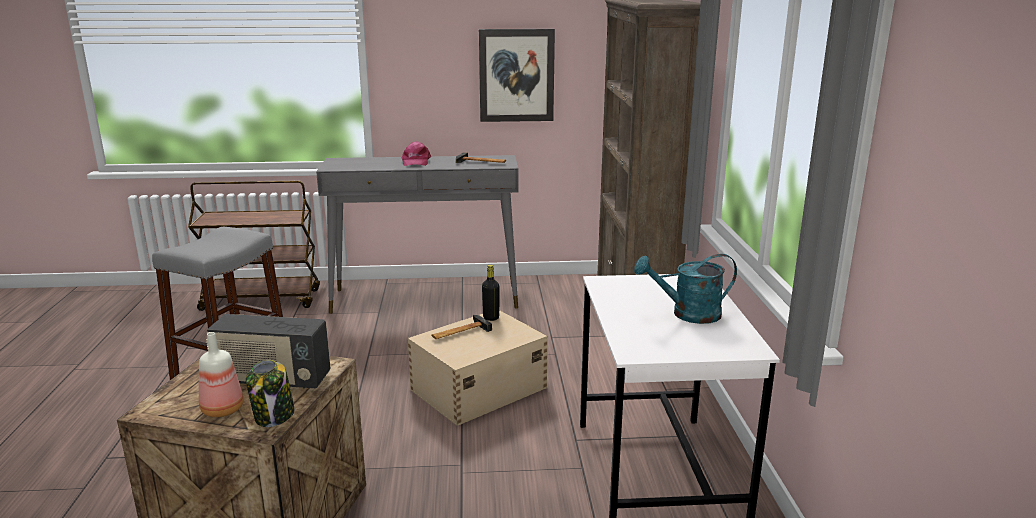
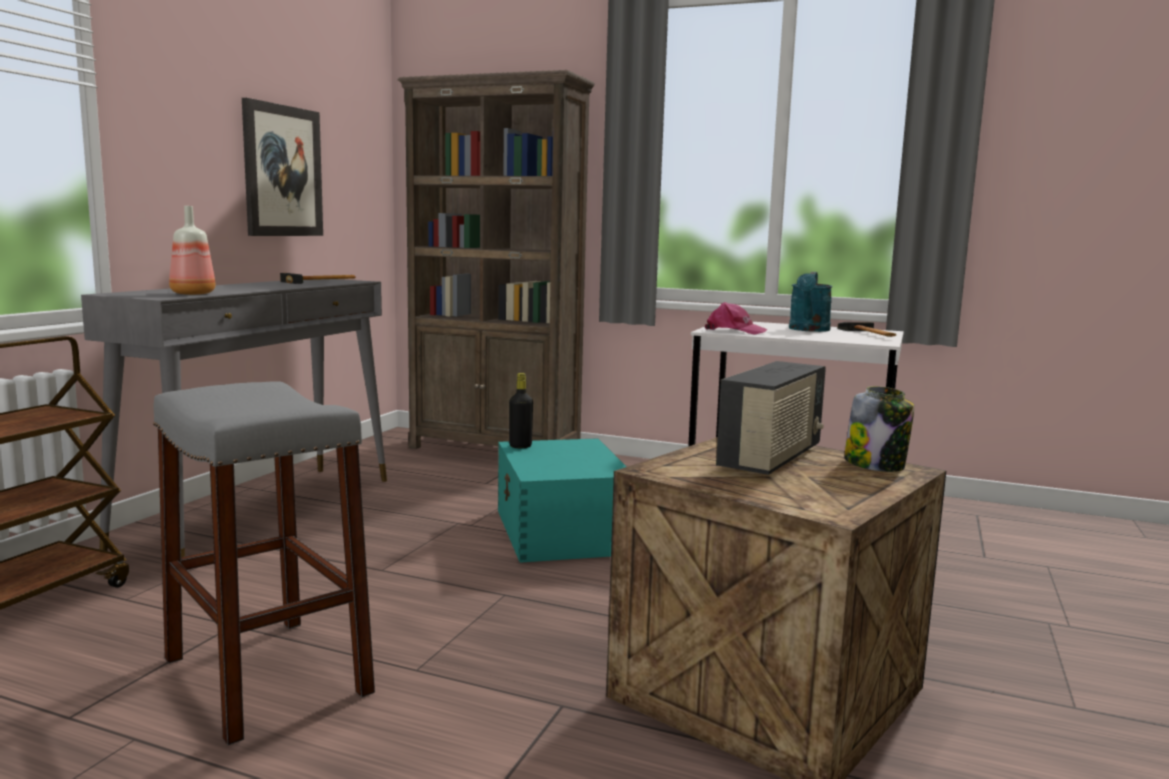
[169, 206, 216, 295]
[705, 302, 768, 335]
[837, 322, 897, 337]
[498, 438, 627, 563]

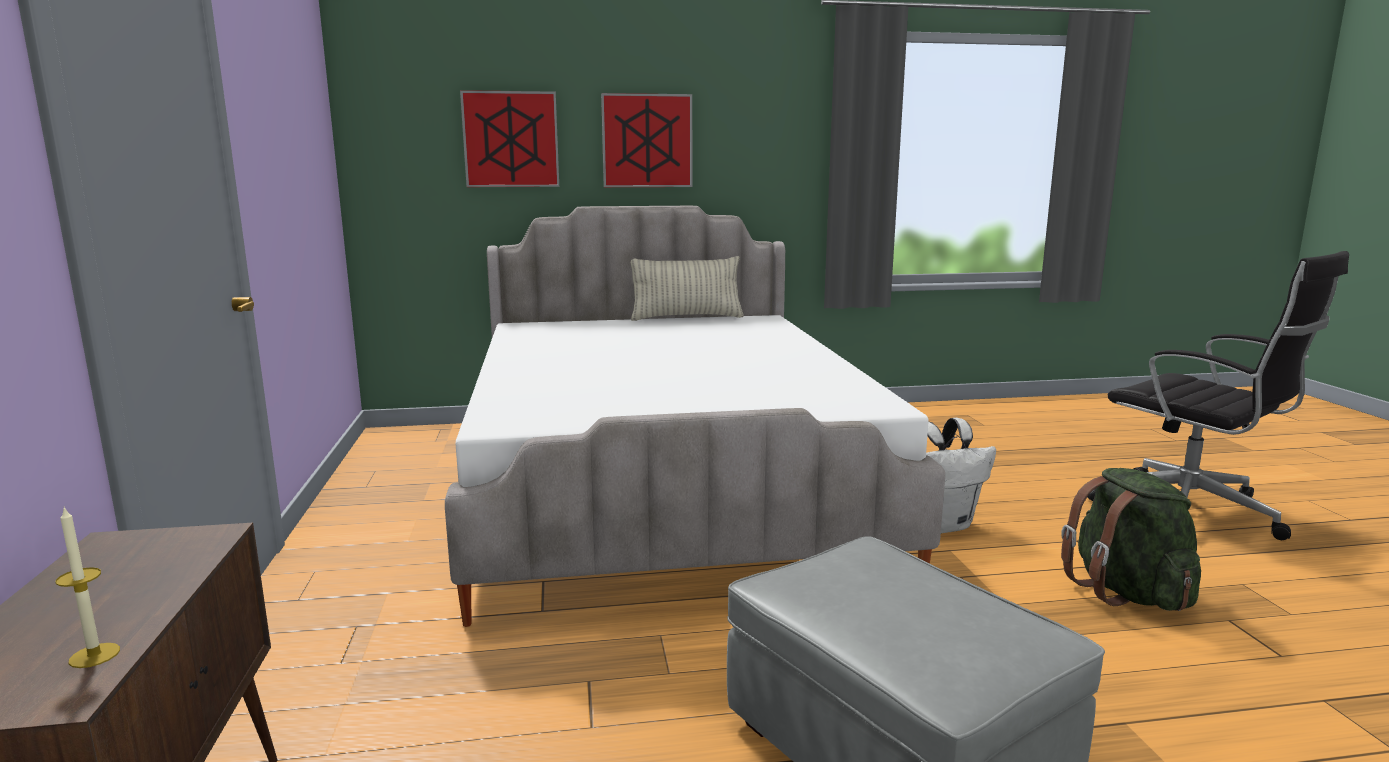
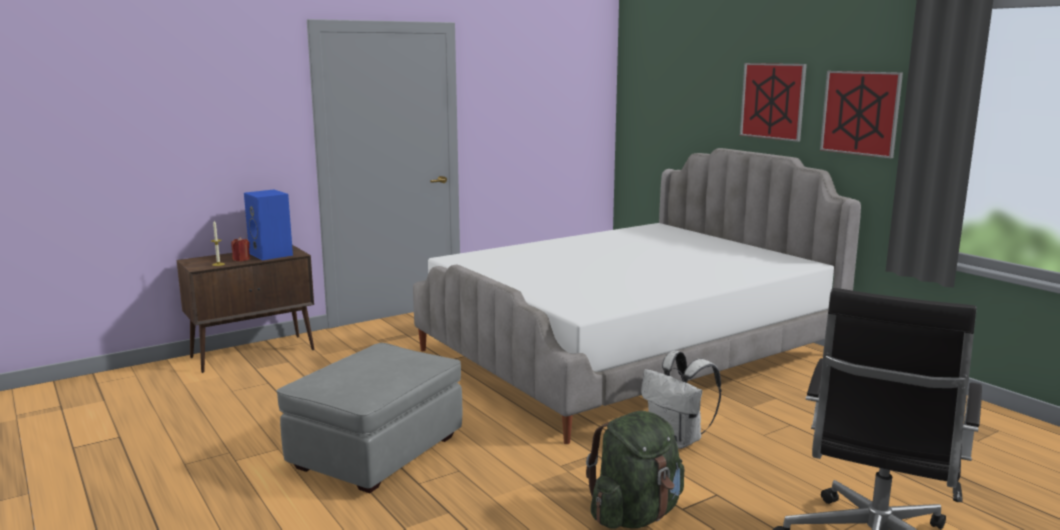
[631, 256, 744, 321] (first image)
[231, 237, 250, 261]
[244, 190, 293, 260]
[820, 71, 903, 158]

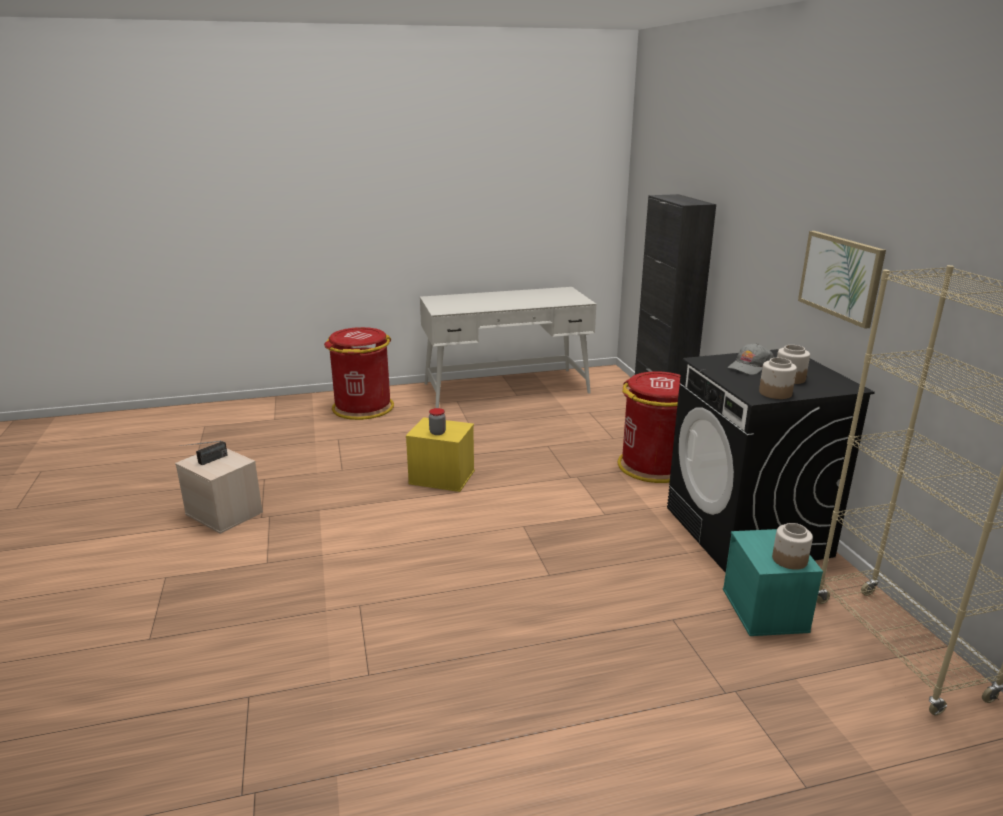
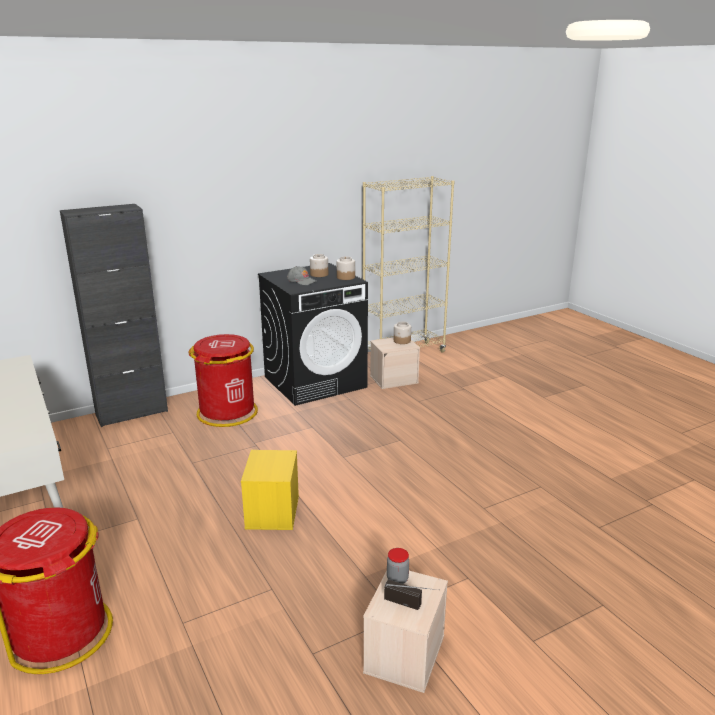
[798, 231, 886, 329] (first image)
[387, 548, 409, 584]
[370, 338, 420, 389]

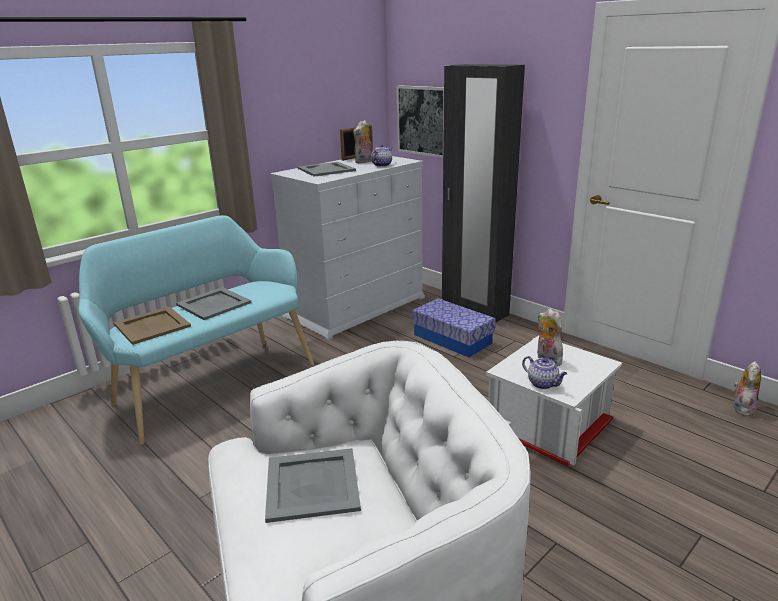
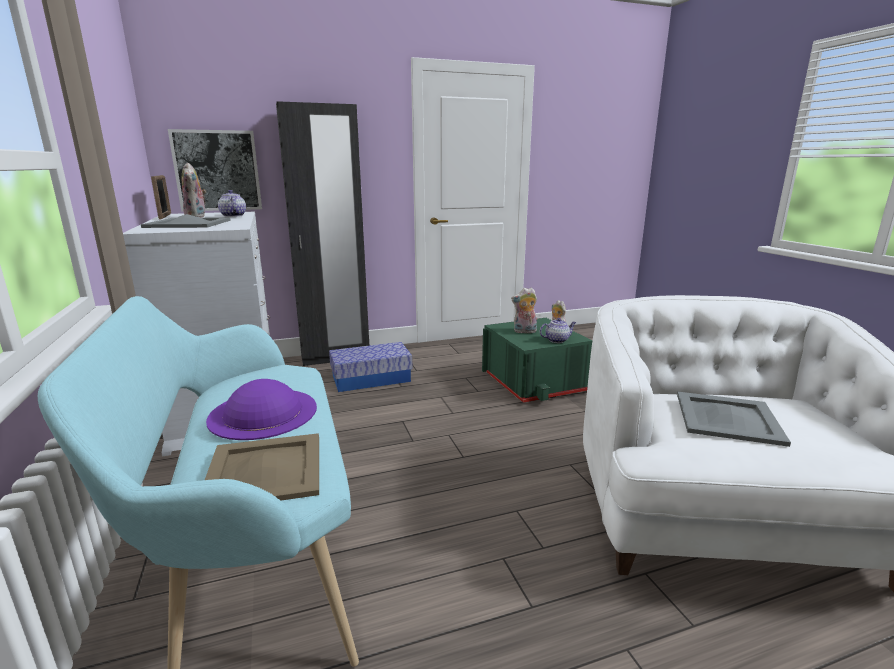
[206, 379, 317, 440]
[482, 318, 592, 403]

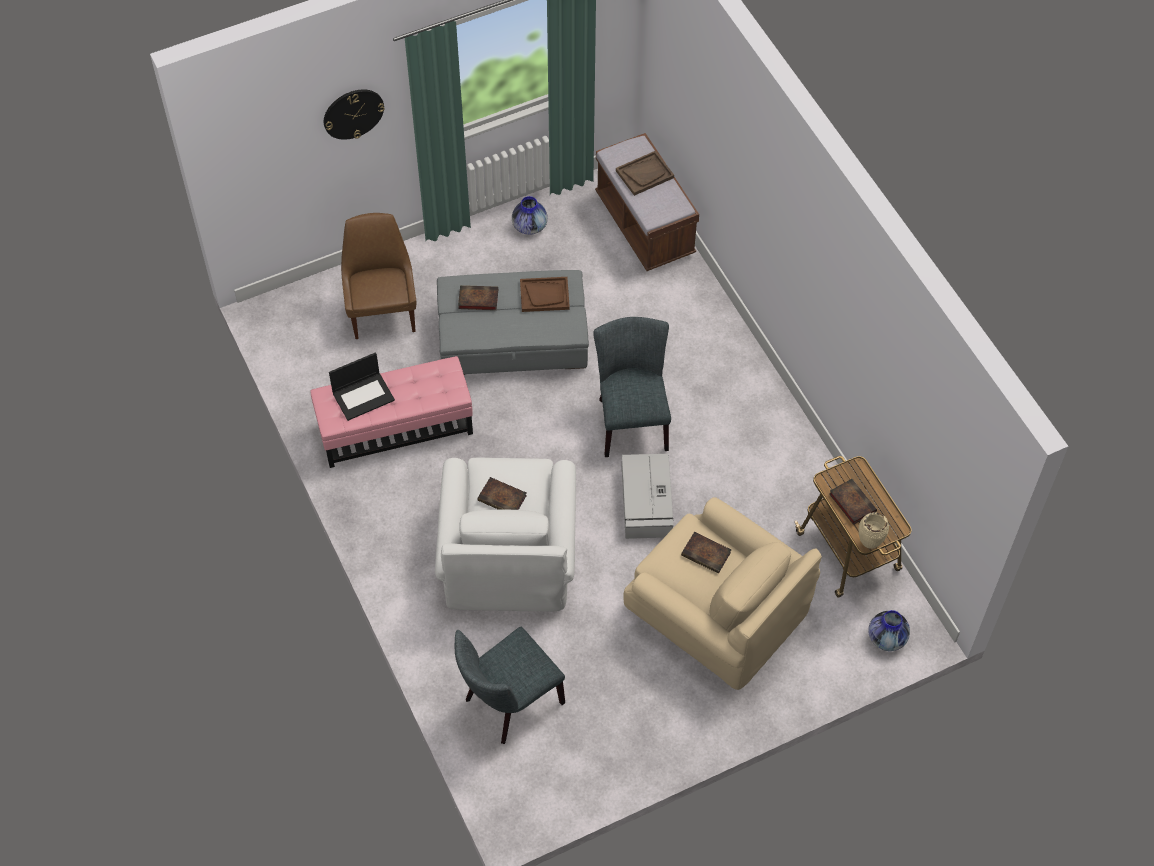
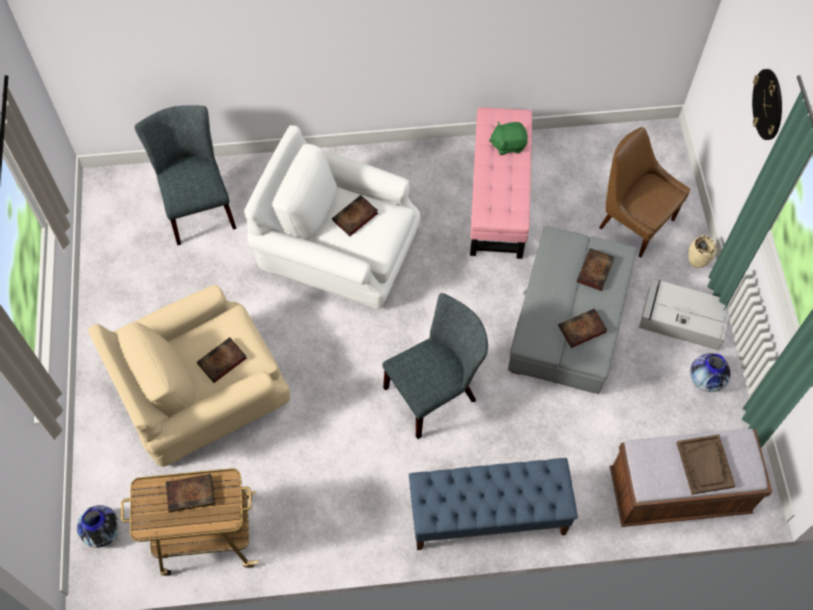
[409, 458, 578, 550]
[639, 278, 730, 350]
[688, 235, 716, 268]
[489, 122, 528, 155]
[558, 308, 607, 348]
[599, 127, 690, 258]
[382, 293, 488, 439]

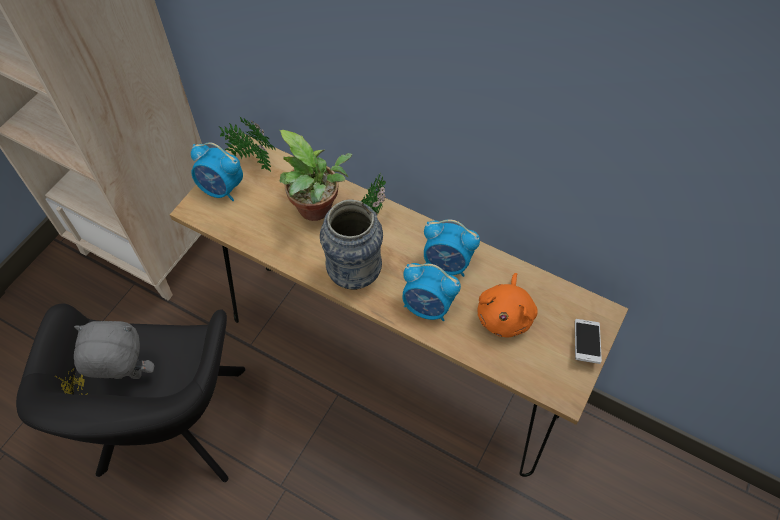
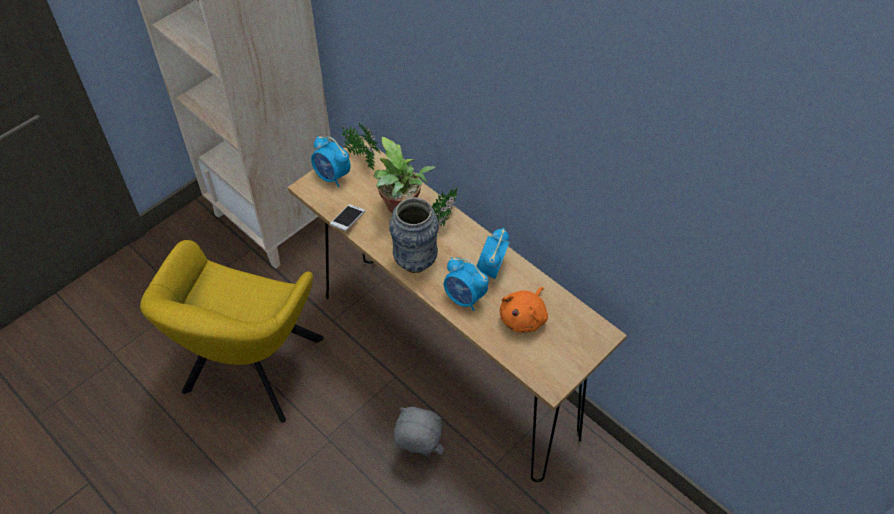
[394, 407, 444, 456]
[330, 204, 365, 231]
[140, 240, 324, 423]
[477, 228, 509, 279]

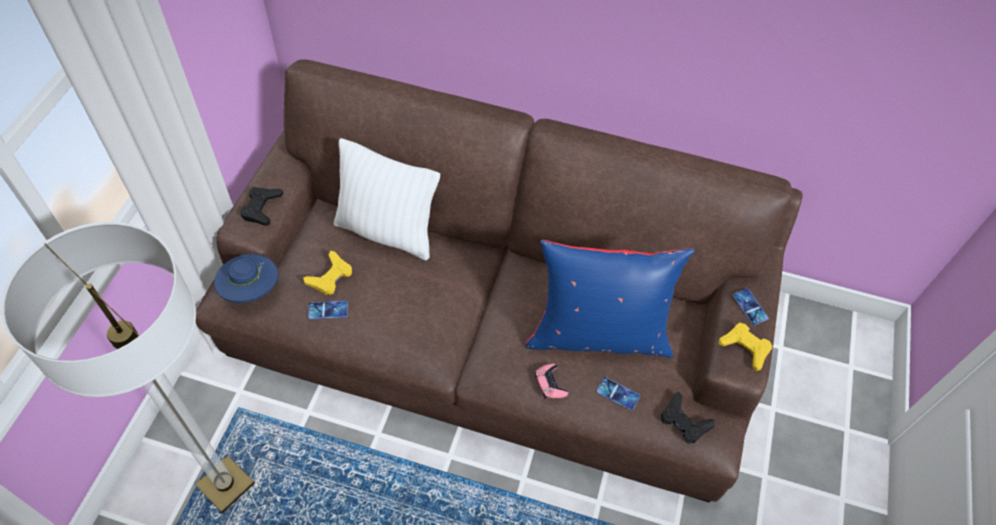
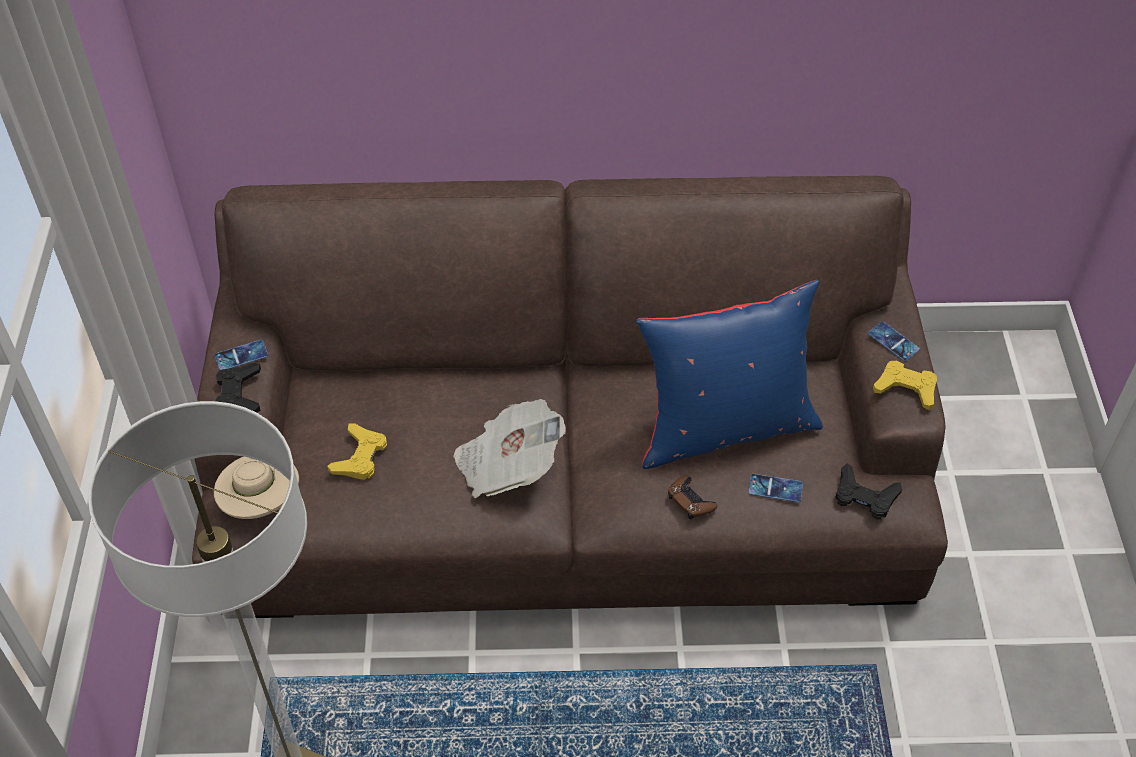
[334, 138, 440, 261] (first image)
[453, 399, 566, 498]
[215, 340, 268, 370]
[214, 457, 299, 519]
[668, 476, 717, 520]

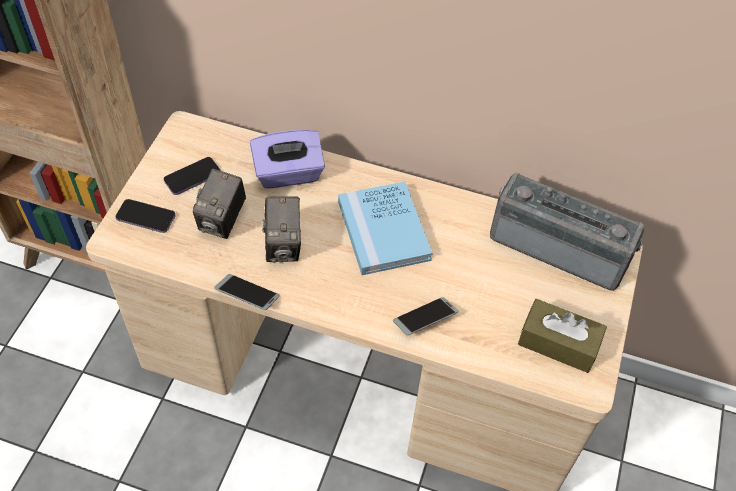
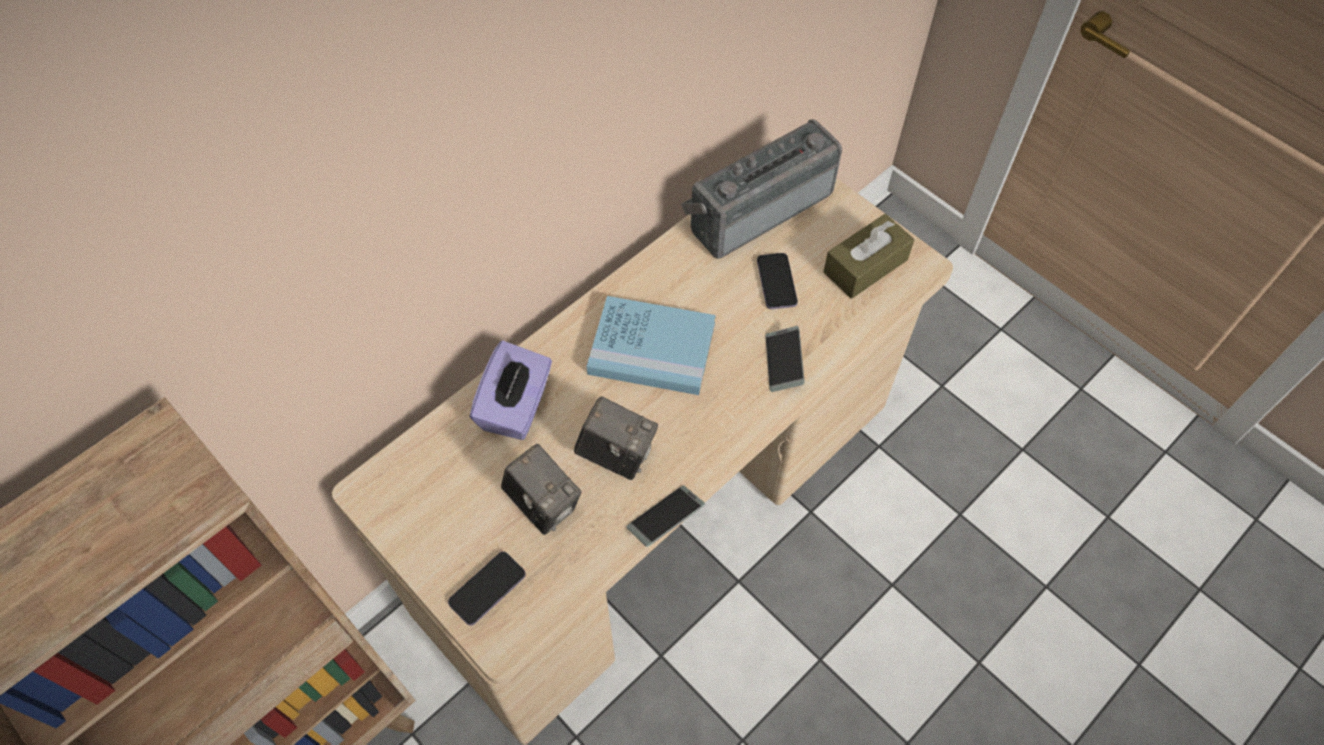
[757, 253, 798, 309]

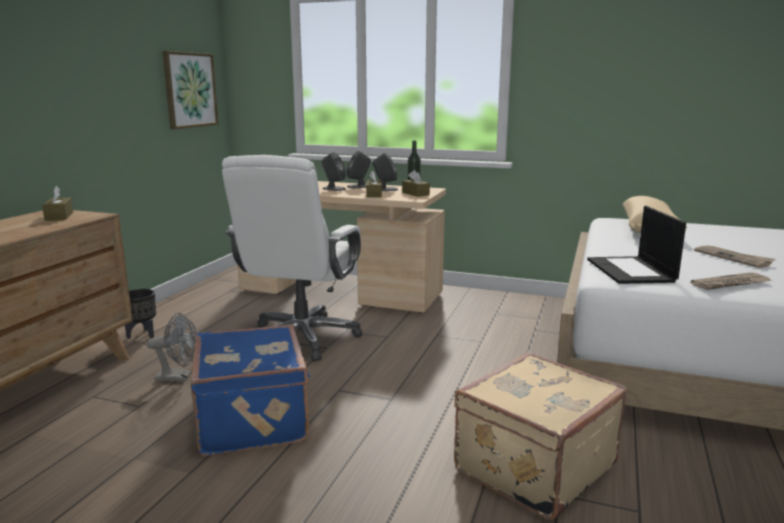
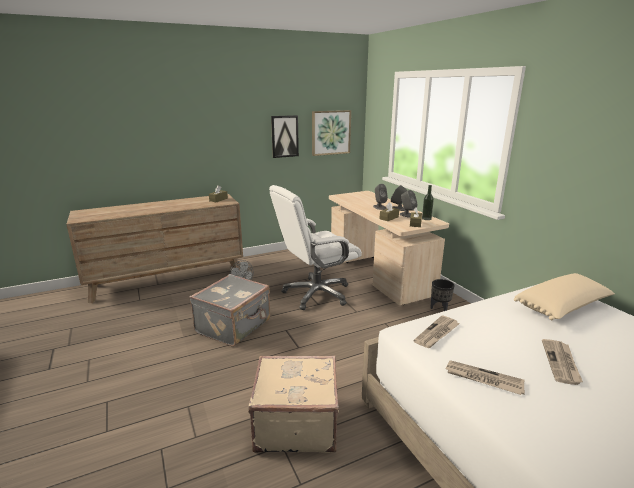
[271, 115, 299, 158]
[430, 279, 454, 311]
[413, 315, 460, 348]
[189, 274, 270, 347]

